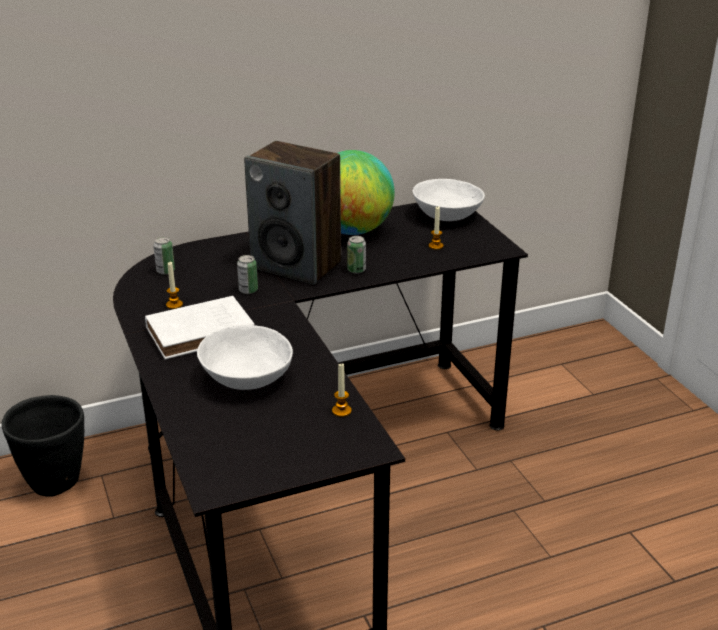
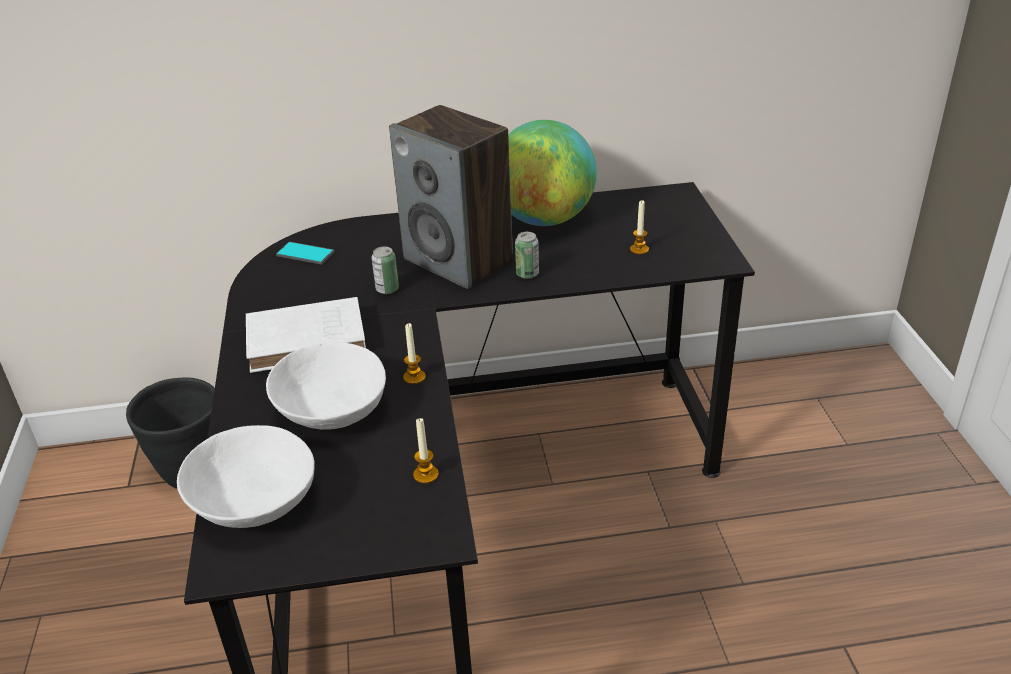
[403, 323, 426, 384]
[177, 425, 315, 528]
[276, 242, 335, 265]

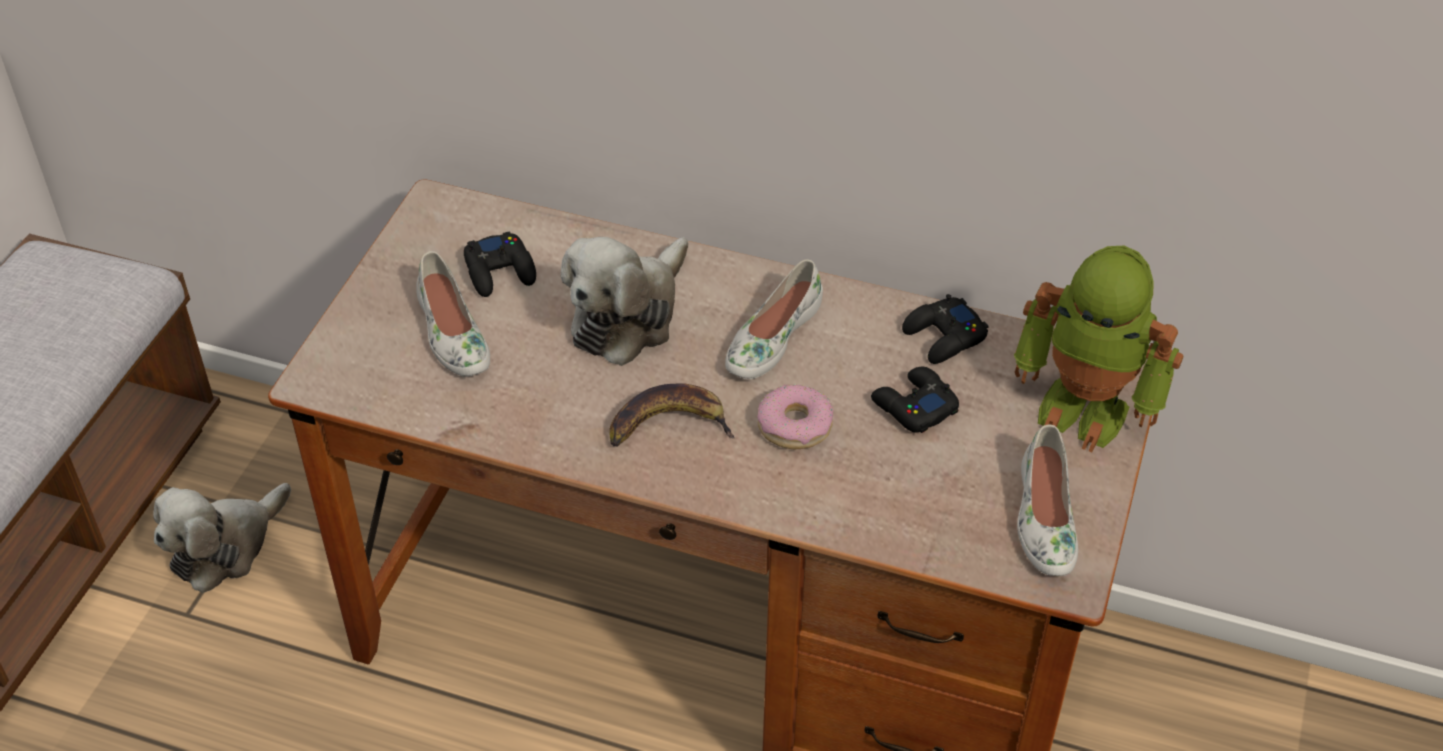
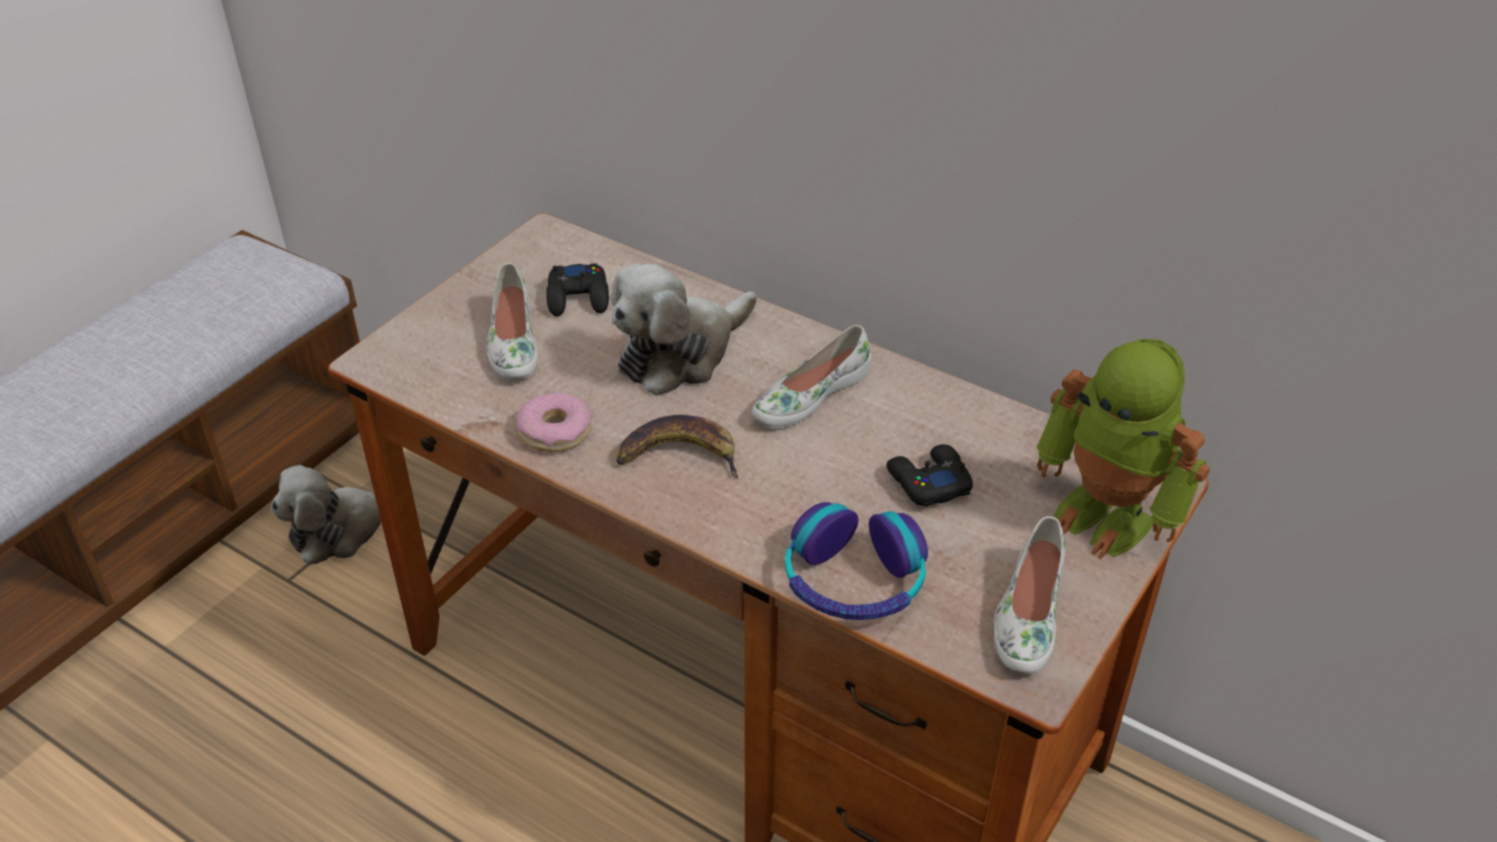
[902, 294, 989, 364] (first image)
[785, 502, 928, 620]
[516, 392, 592, 452]

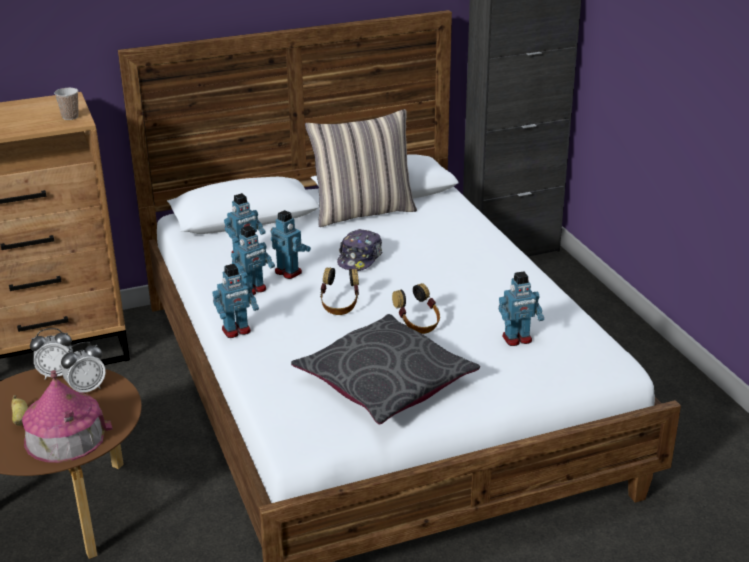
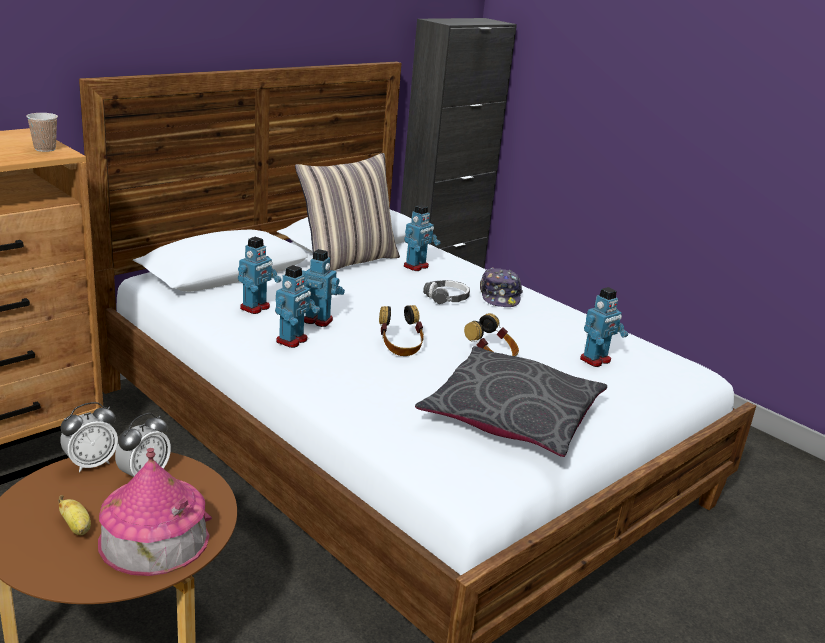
[423, 280, 470, 304]
[404, 205, 440, 271]
[480, 267, 523, 307]

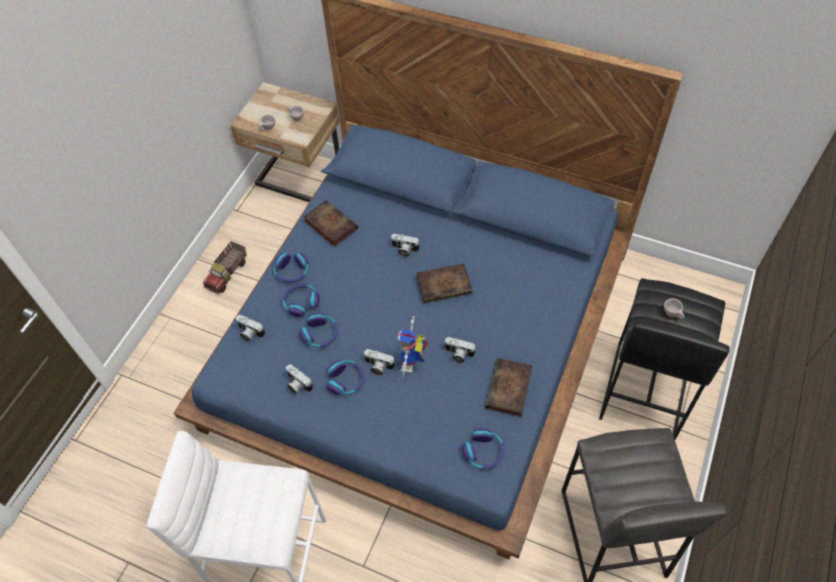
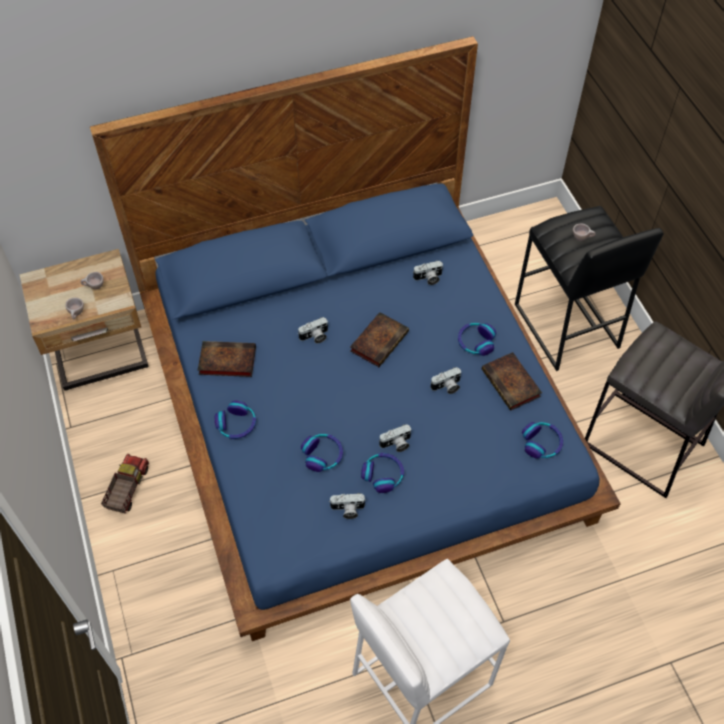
[398, 316, 429, 376] (first image)
[413, 261, 443, 285]
[458, 323, 496, 356]
[101, 454, 149, 514]

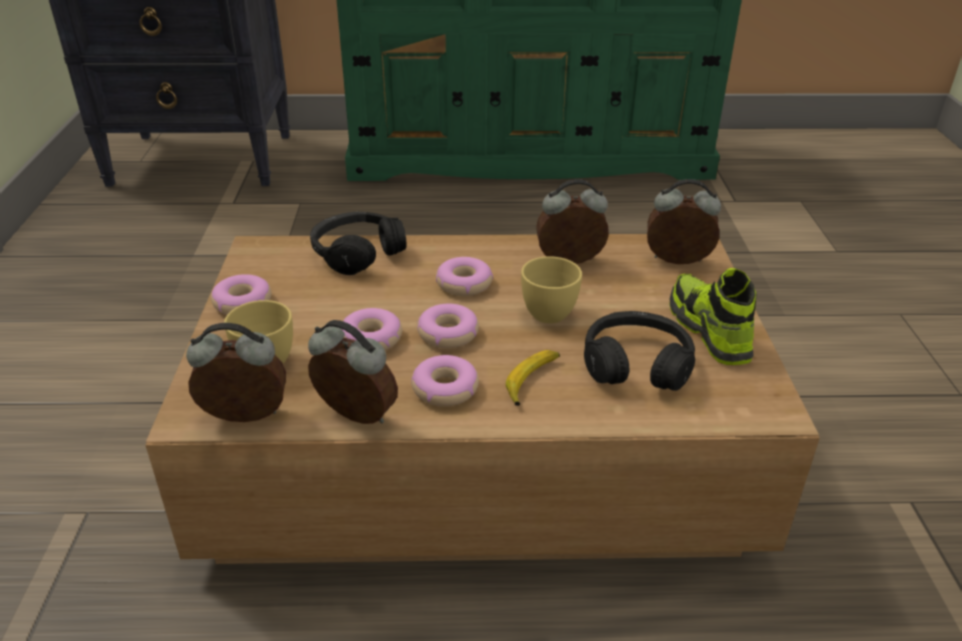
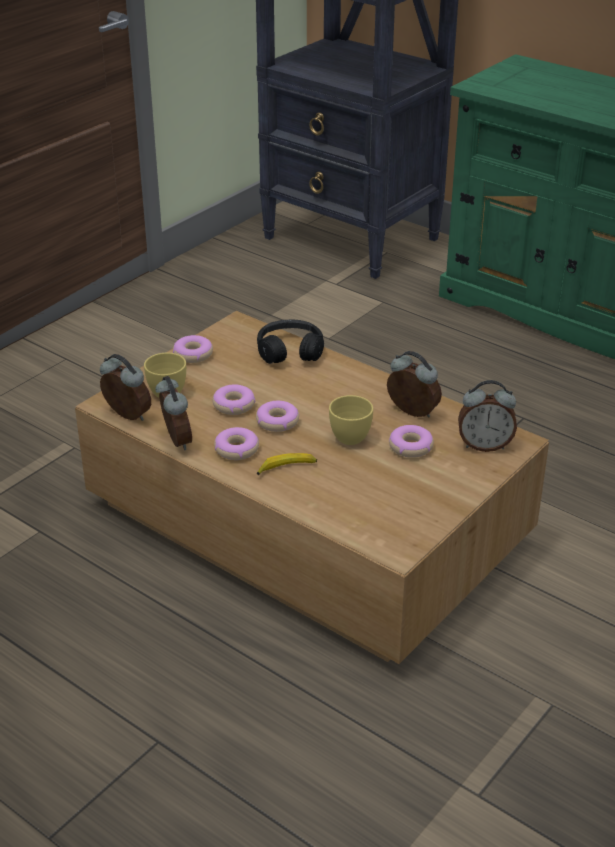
[584, 311, 695, 391] (first image)
[669, 268, 757, 365] (first image)
[389, 425, 434, 458]
[458, 380, 517, 452]

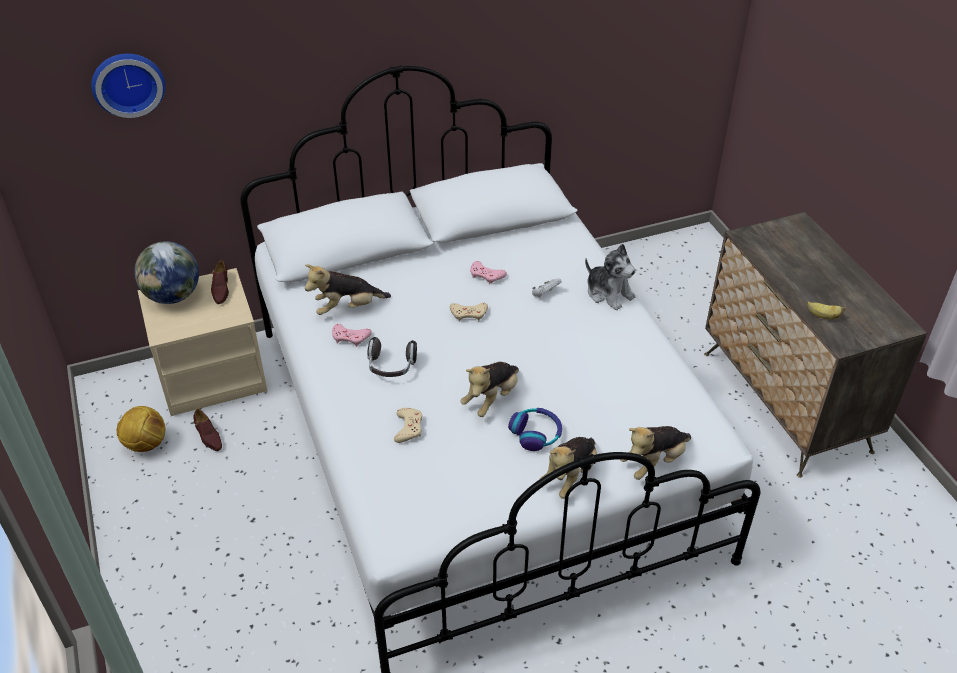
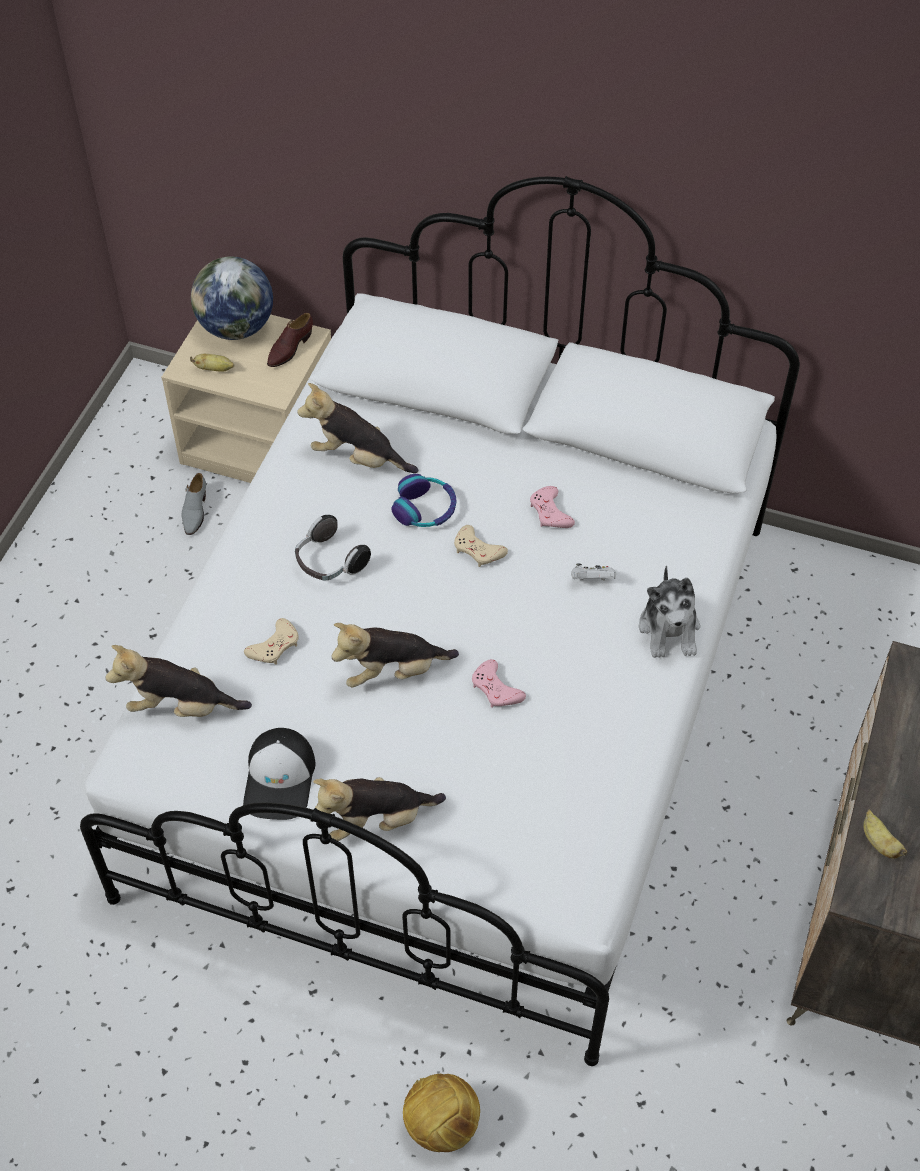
[91, 54, 165, 118] (first image)
[190, 354, 234, 372]
[243, 728, 315, 820]
[403, 1074, 480, 1152]
[472, 659, 526, 707]
[391, 474, 457, 527]
[106, 645, 252, 717]
[181, 473, 206, 535]

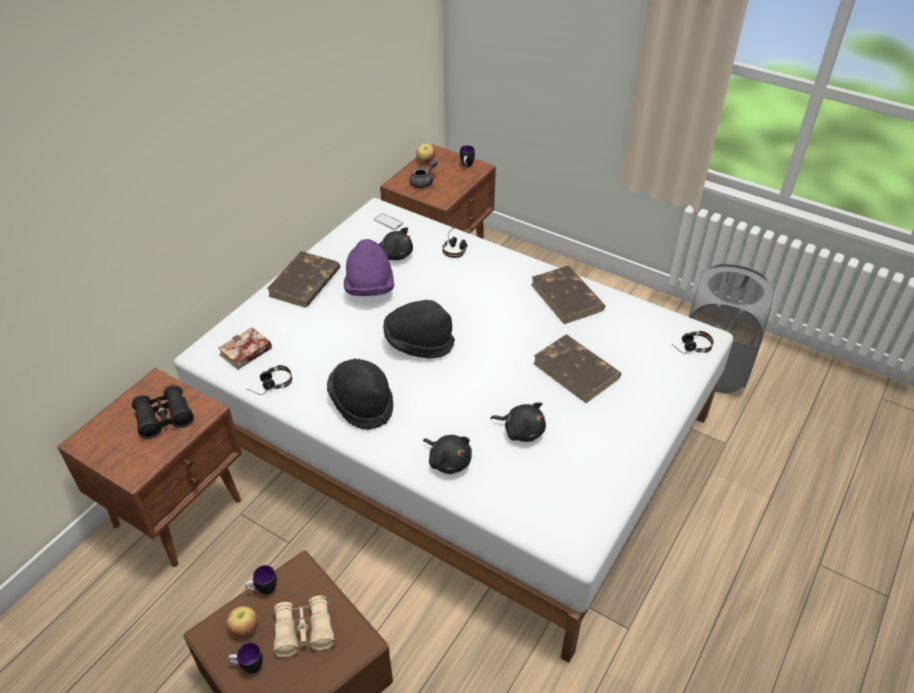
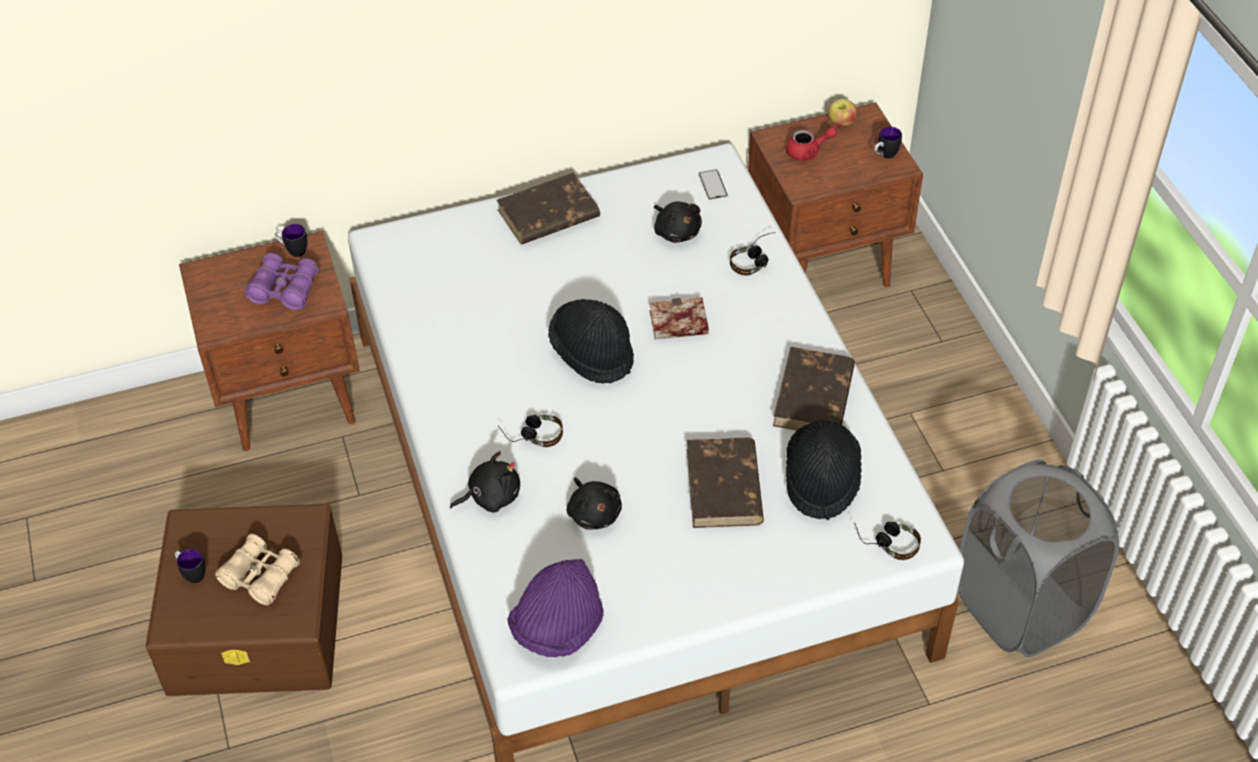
[226, 606, 257, 637] (first image)
[650, 297, 709, 340]
[275, 224, 307, 257]
[498, 414, 563, 447]
[786, 420, 862, 520]
[507, 559, 604, 657]
[245, 253, 319, 310]
[786, 127, 837, 161]
[450, 451, 520, 513]

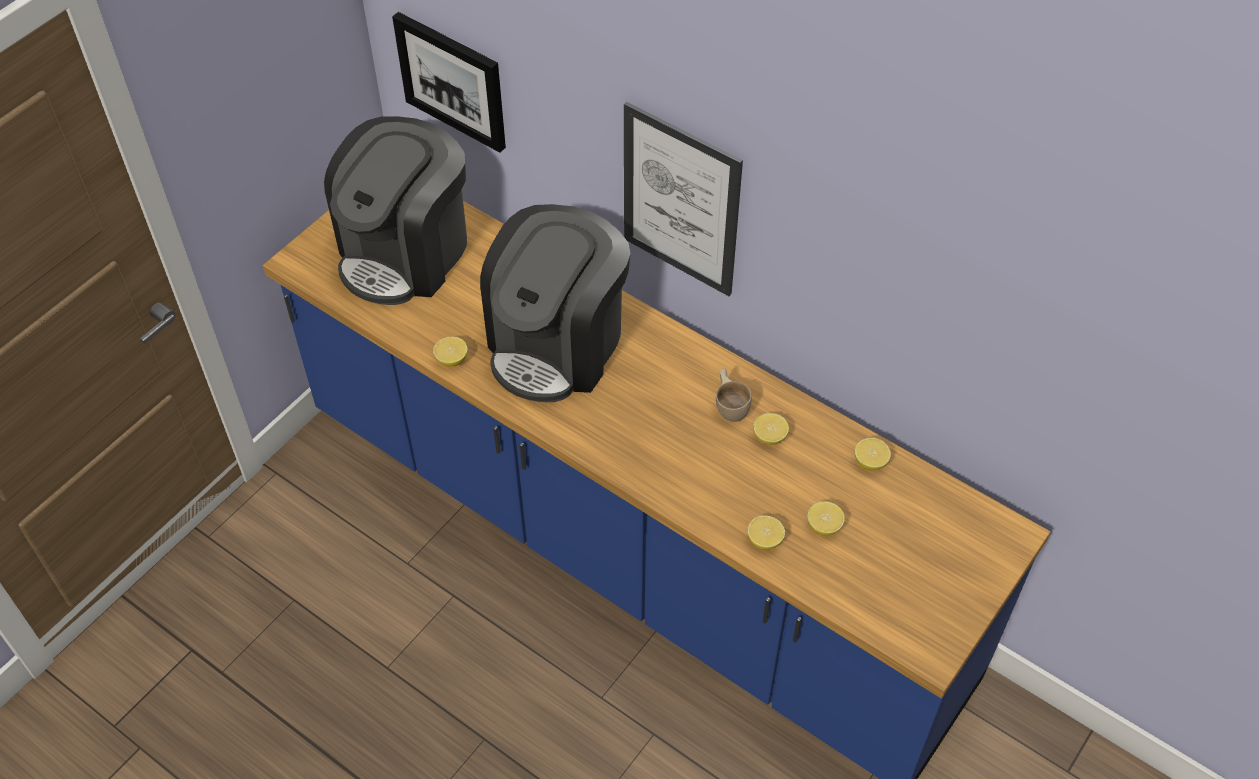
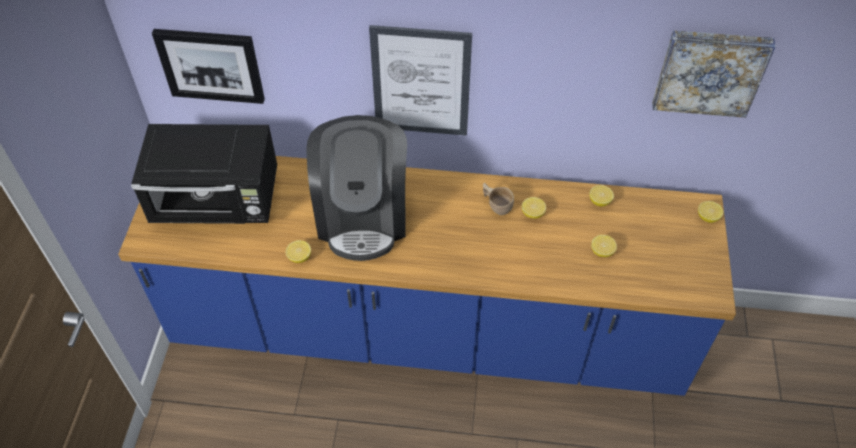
[652, 30, 776, 118]
[698, 201, 723, 223]
[131, 124, 277, 224]

